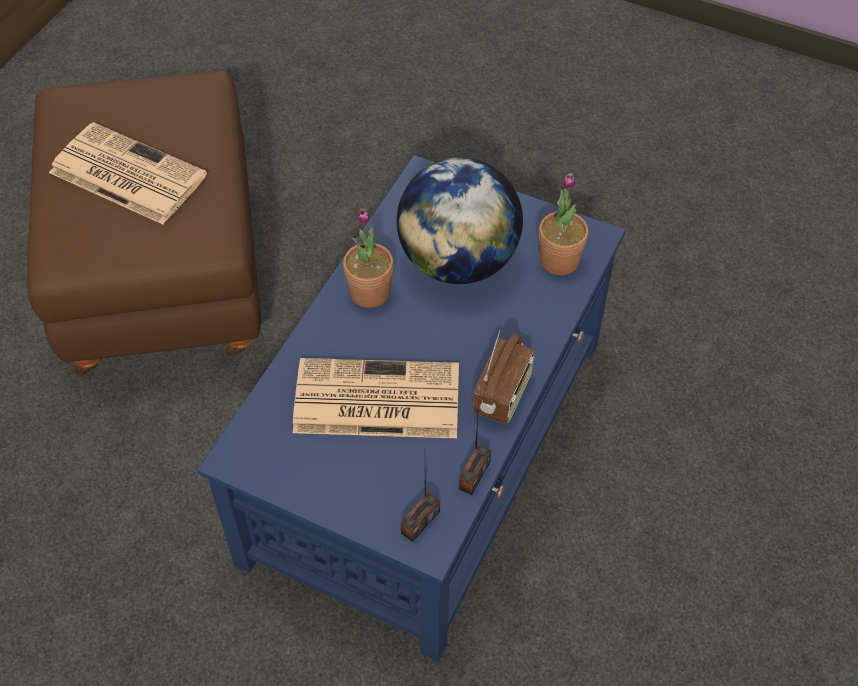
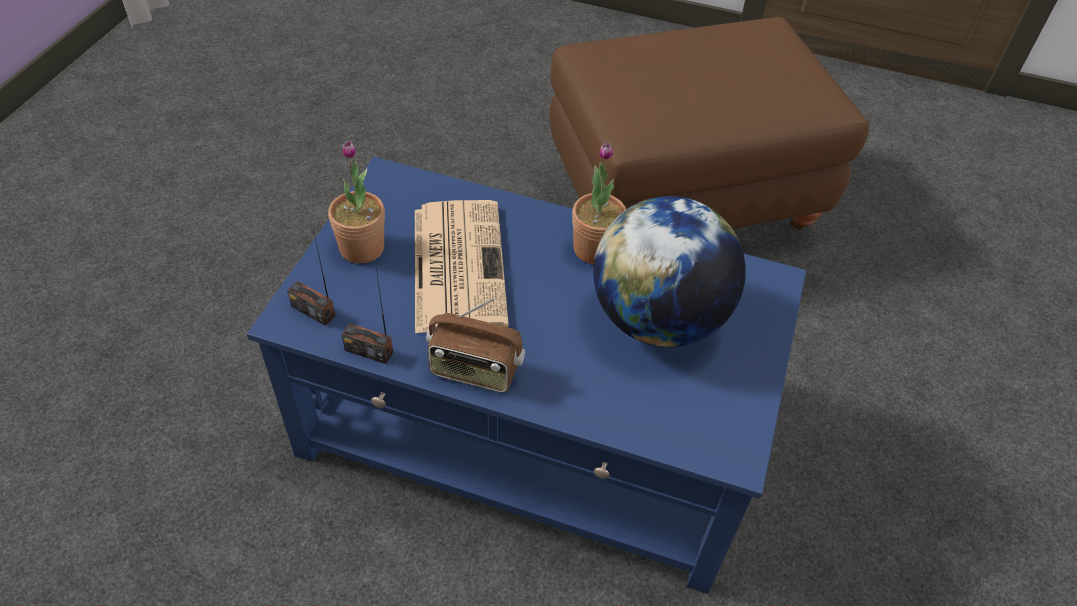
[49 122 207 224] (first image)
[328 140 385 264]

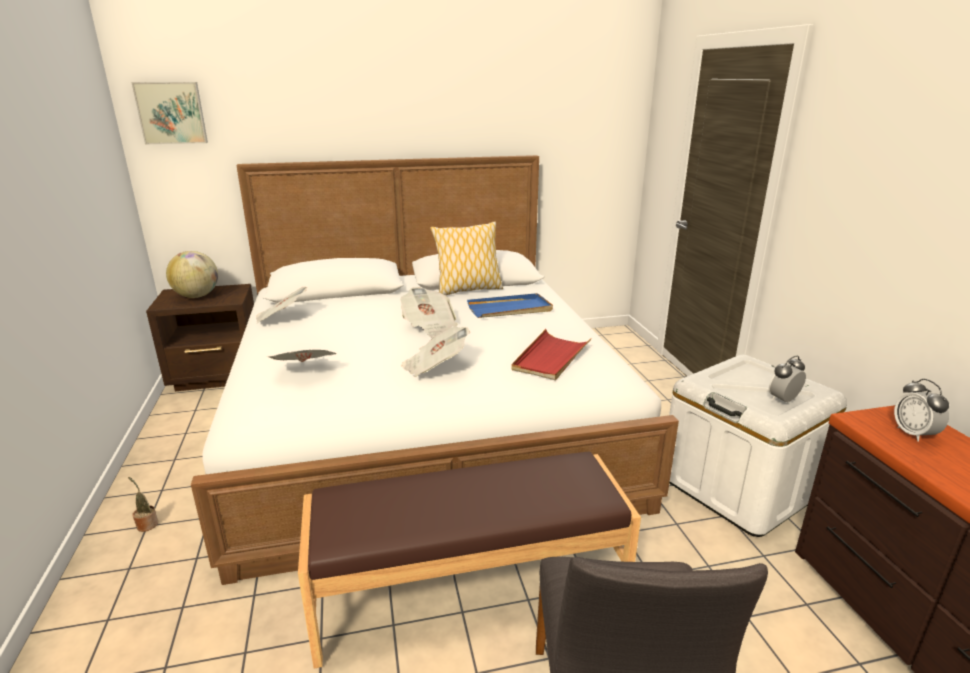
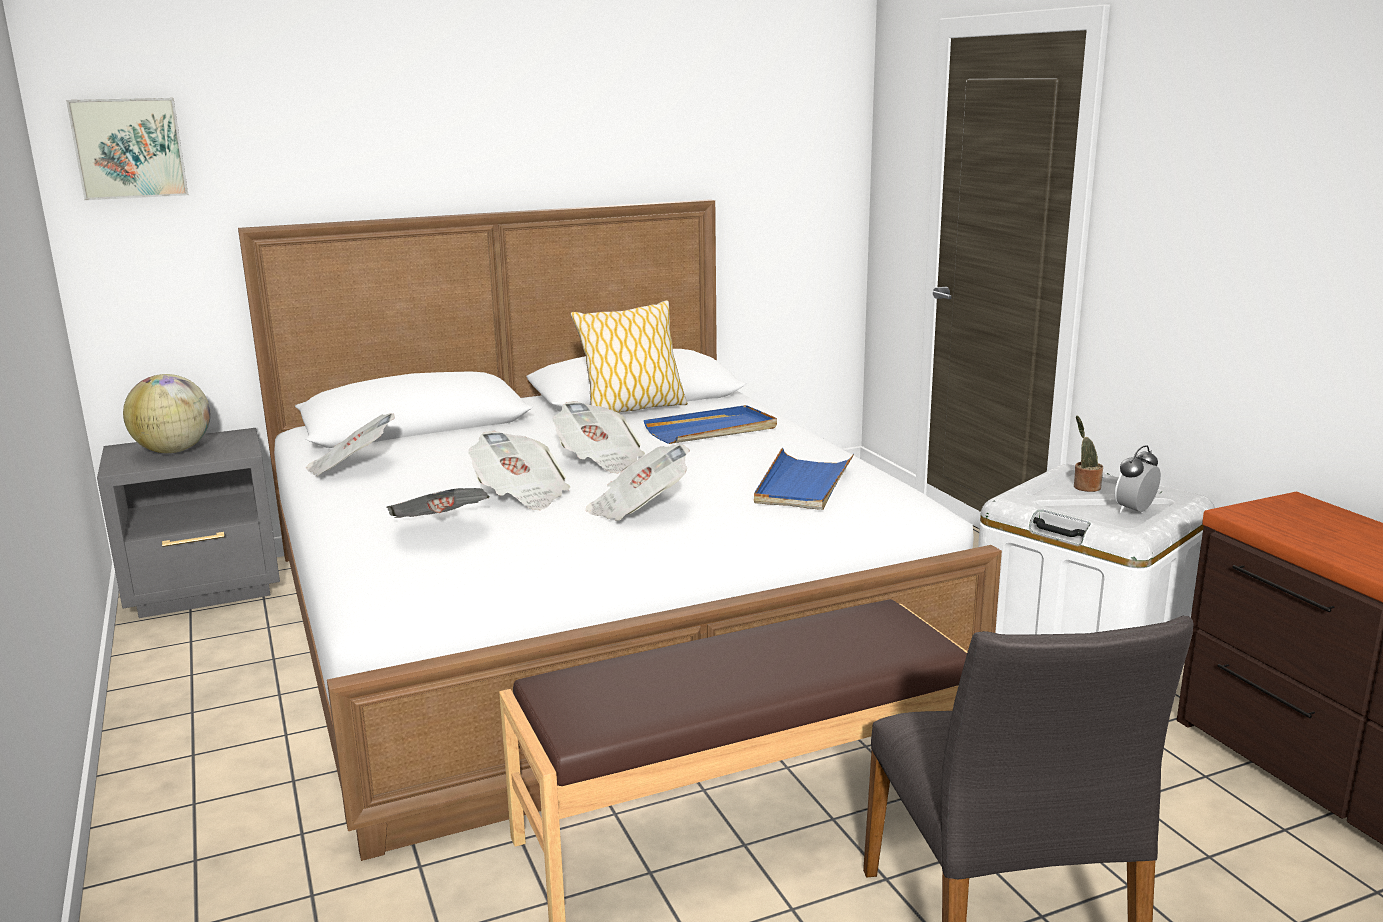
[894 379 949 442] (first image)
[468 431 570 510]
[1074 416 1103 492]
[97 428 280 618]
[754 448 854 510]

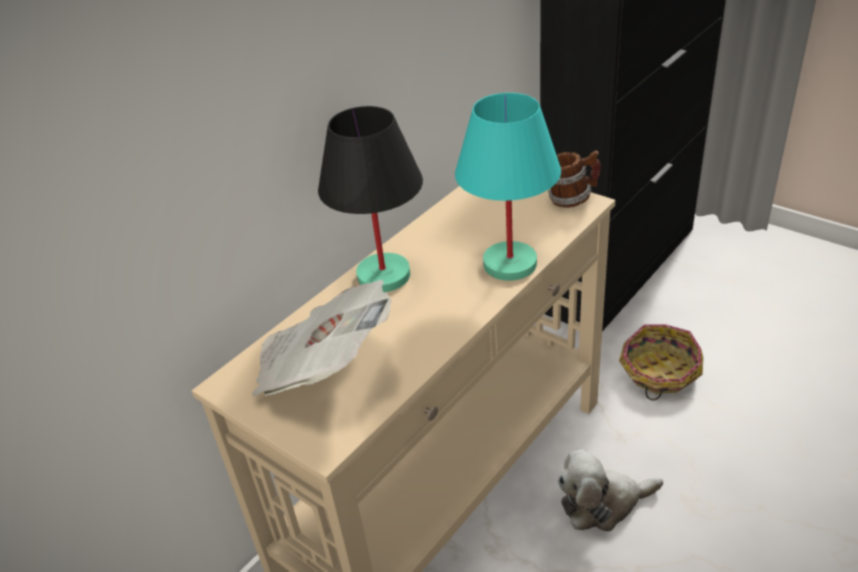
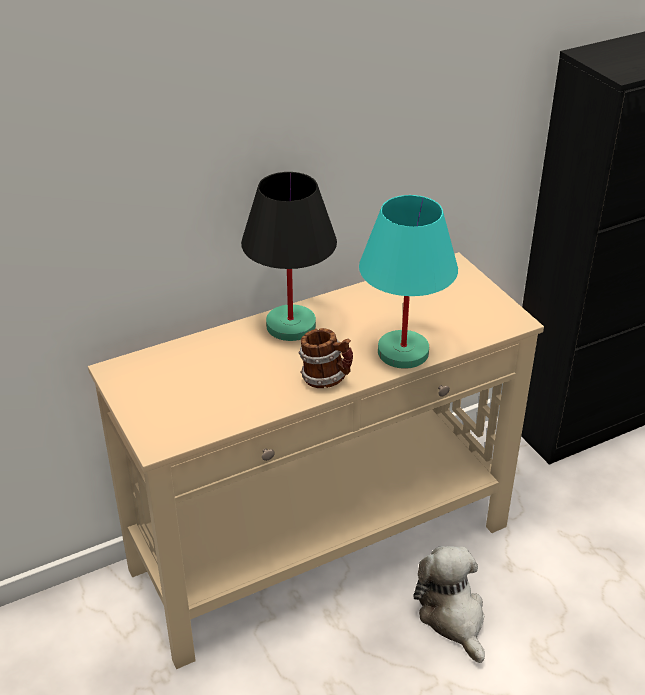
[252 280 392 397] (first image)
[619 324 703 400] (first image)
[299 328 353 388]
[413 546 485 663]

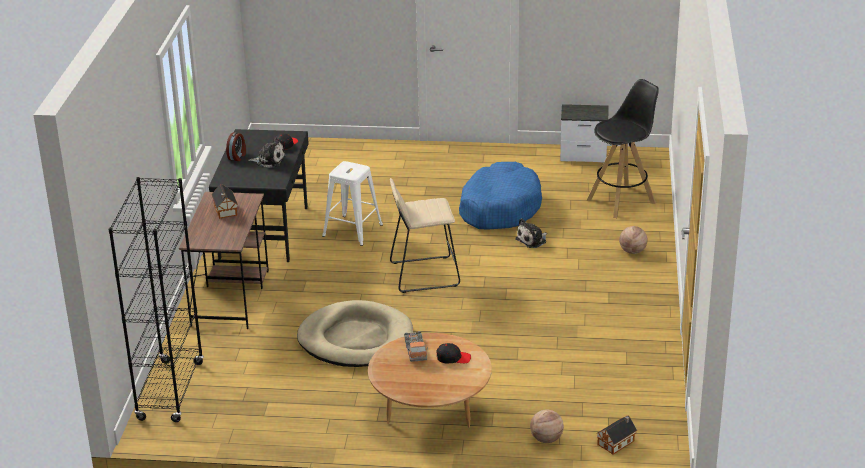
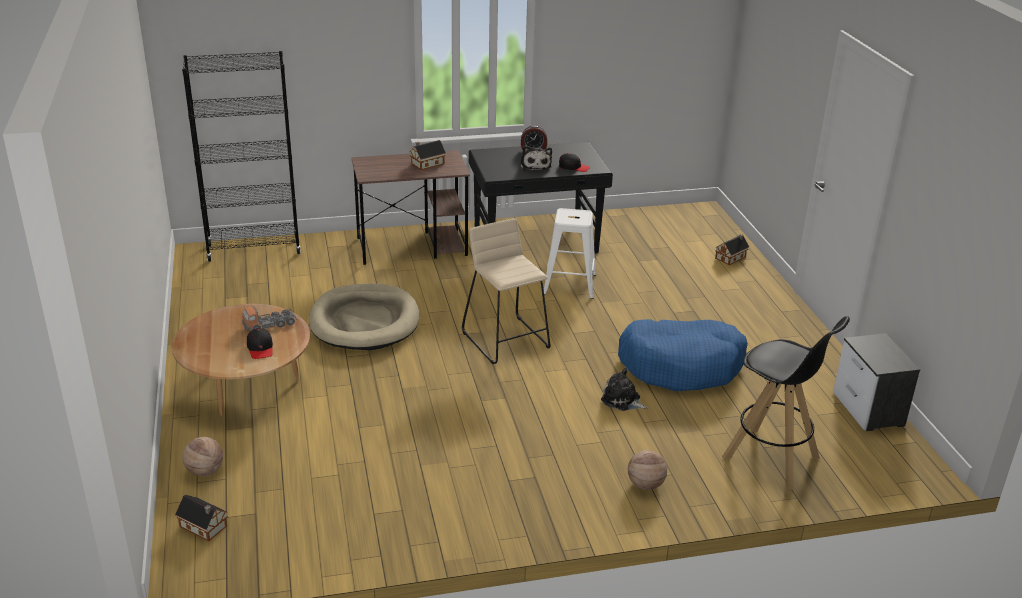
[715 234 749 265]

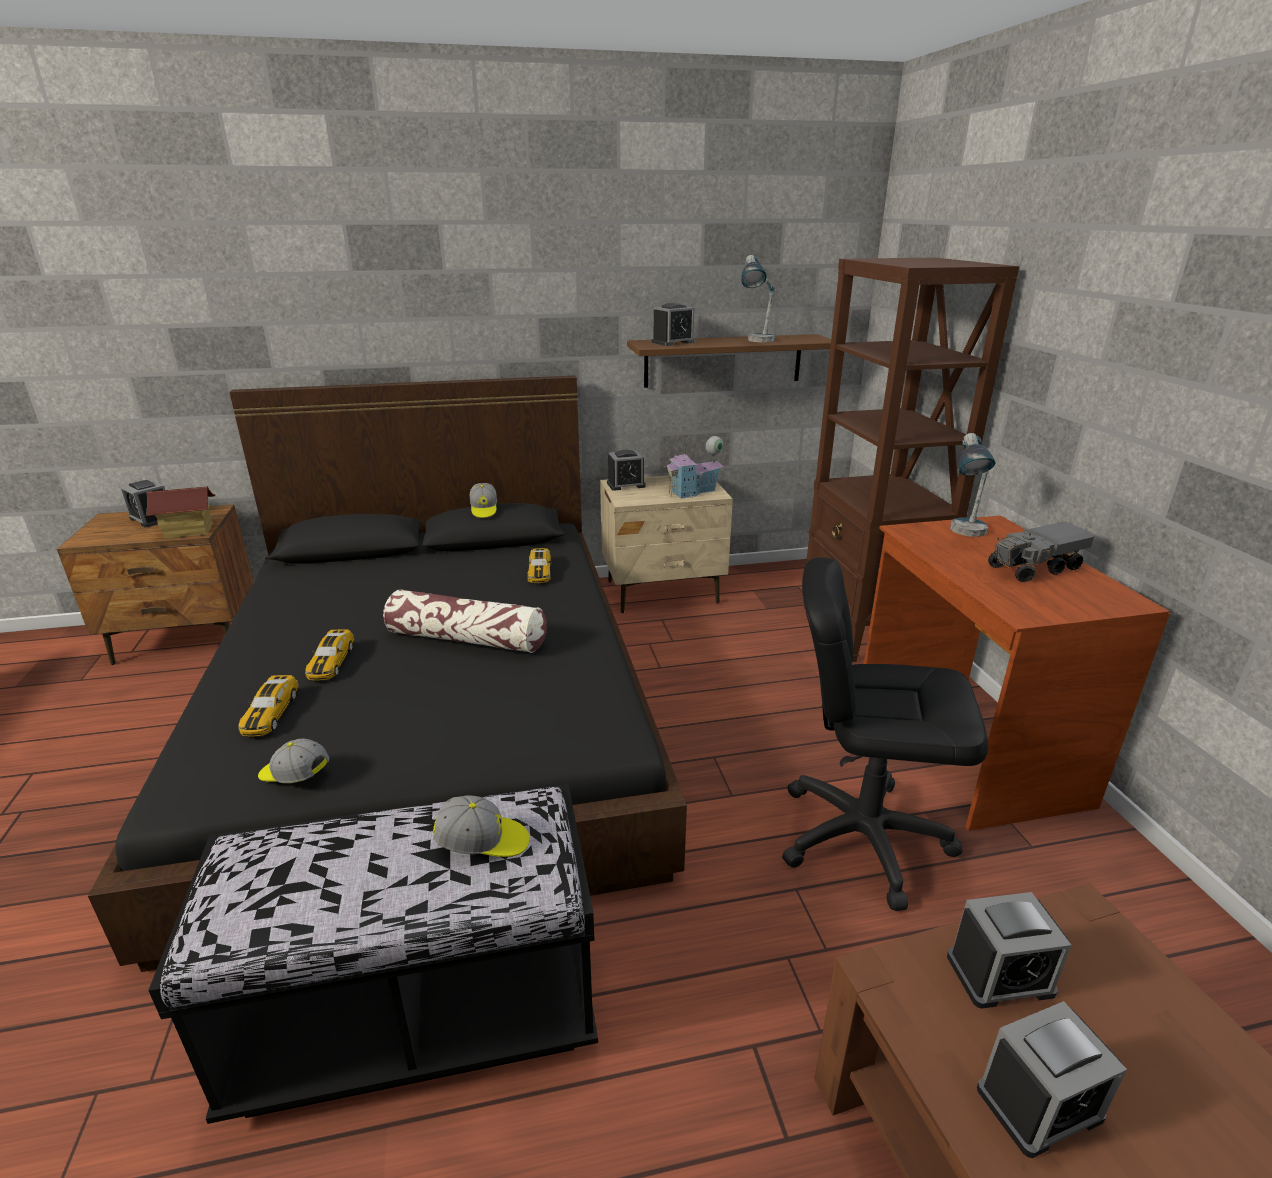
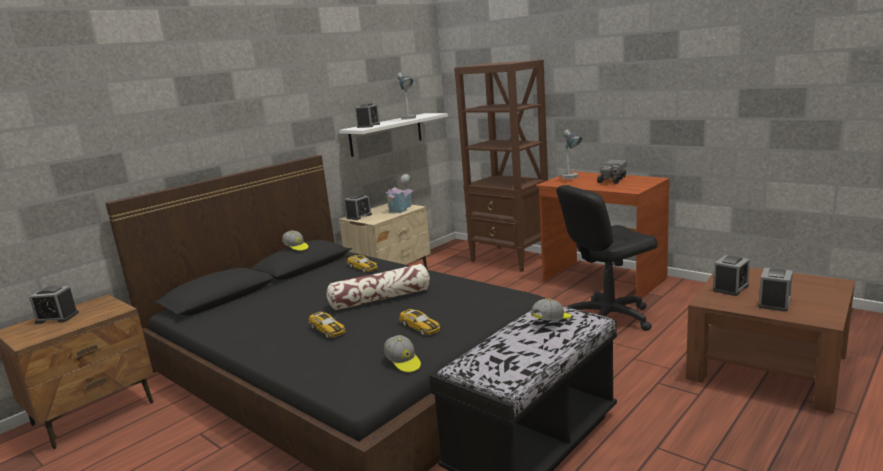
[146 487 215 539] (first image)
[399 309 440 336]
[339 113 448 157]
[384 335 421 372]

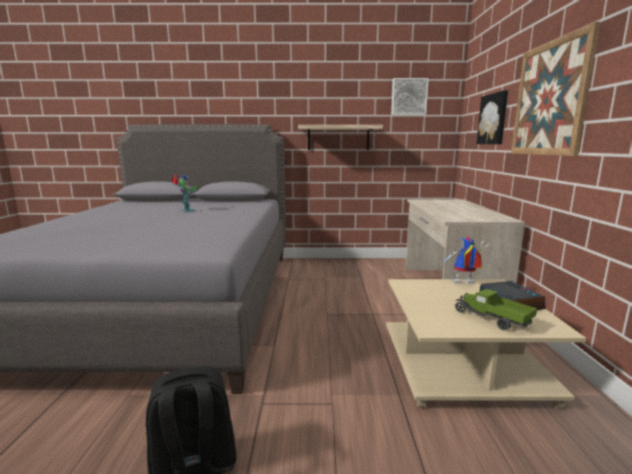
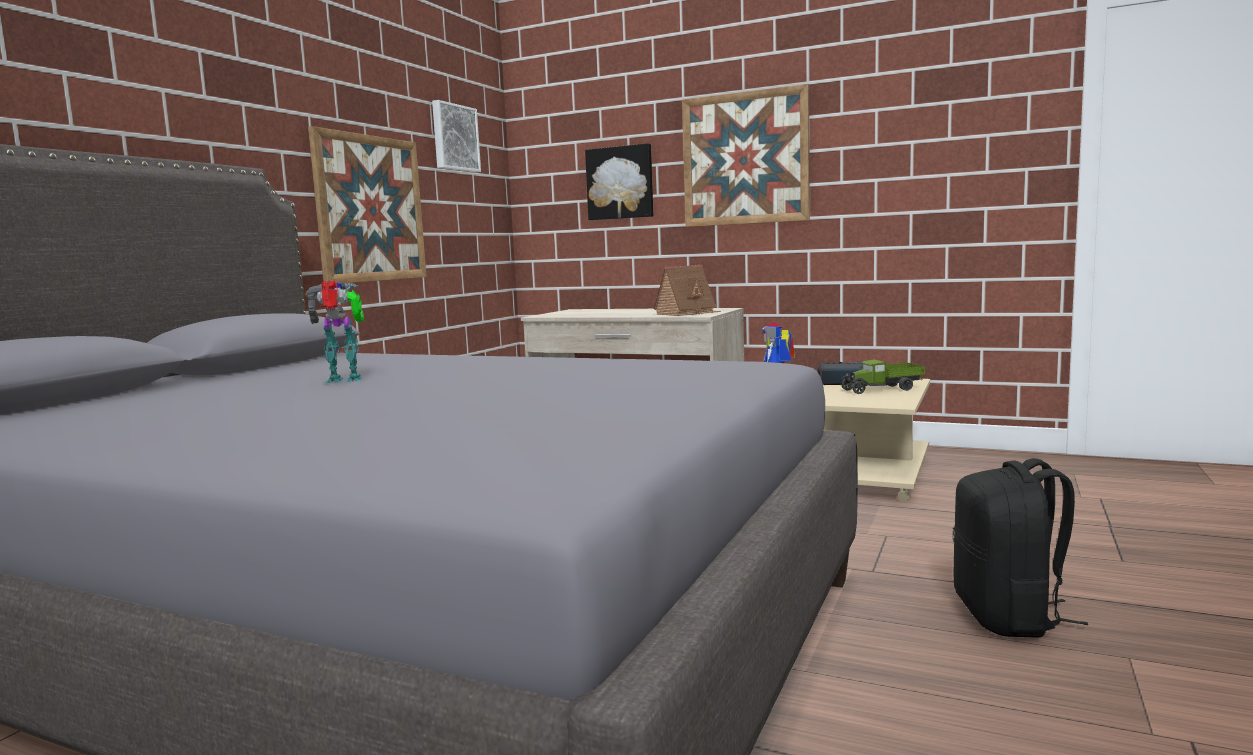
[654 265 721 316]
[308 126 427 283]

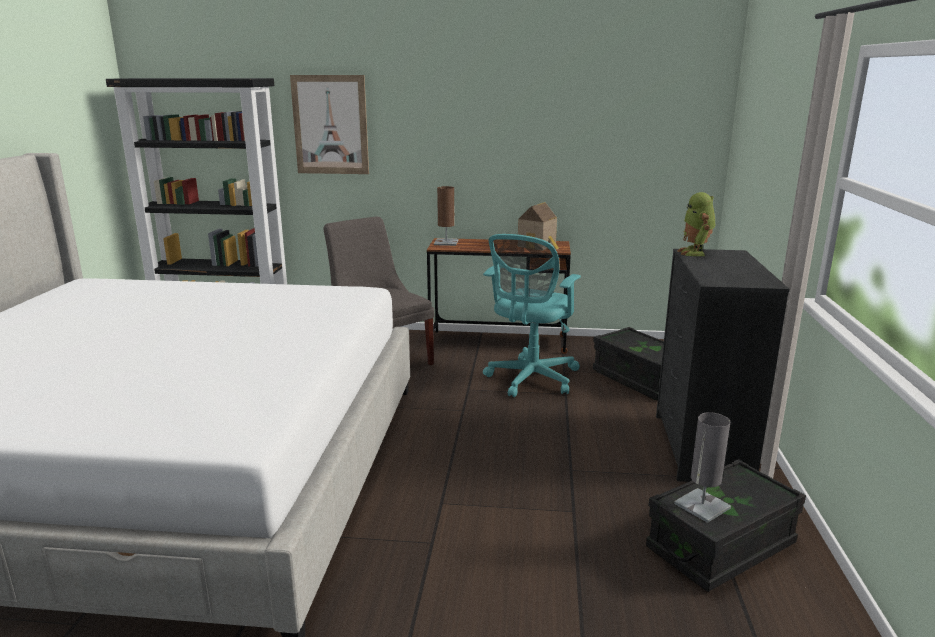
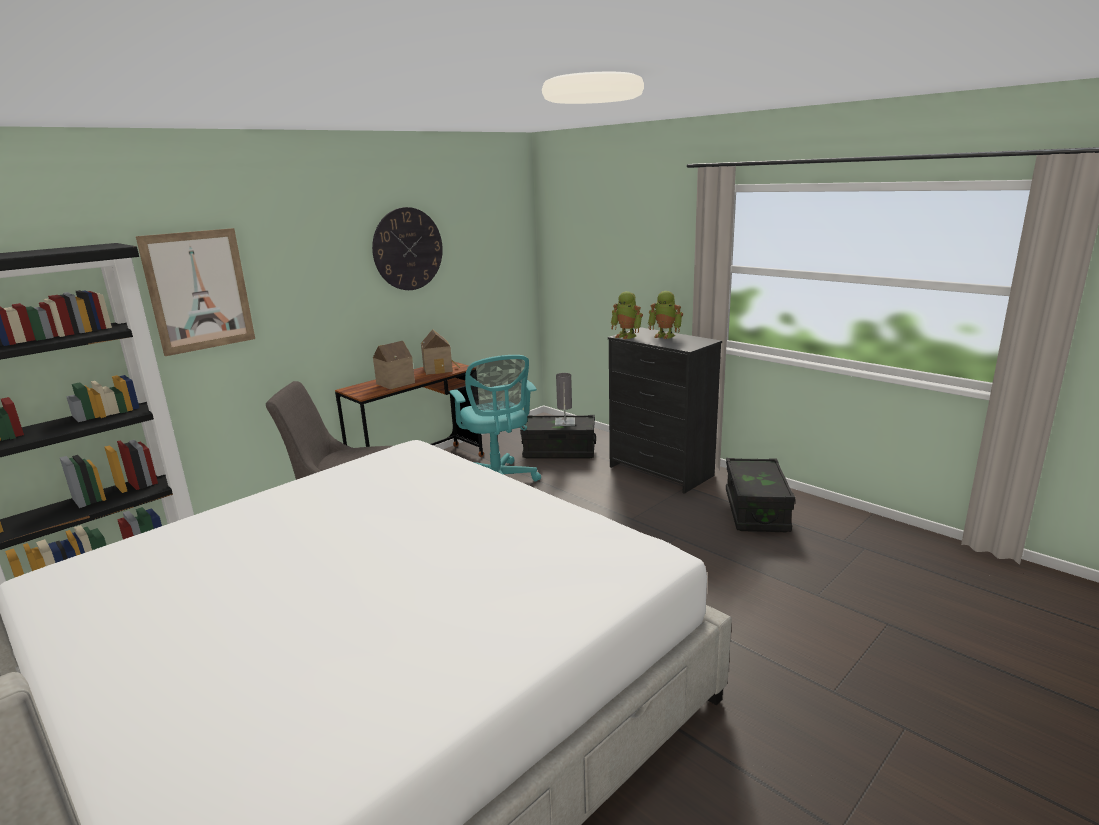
[434 186 459 246] (first image)
[372 207 443 290]
[373 341 415 390]
[648 291 683 339]
[555 373 575 426]

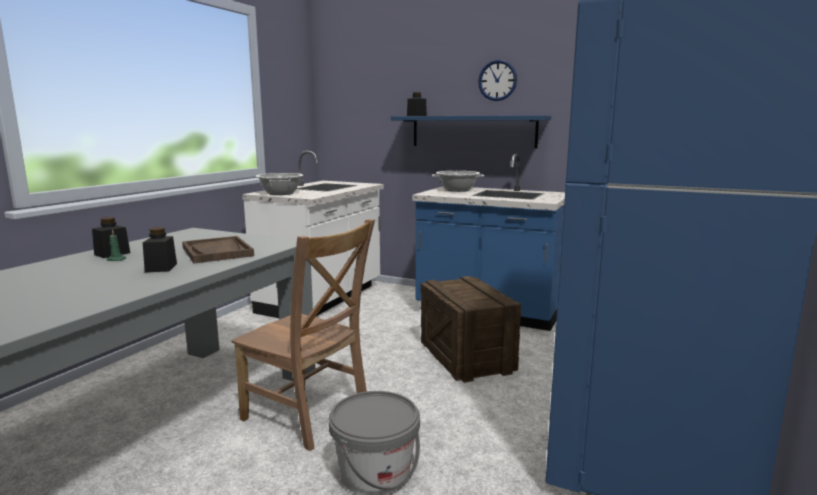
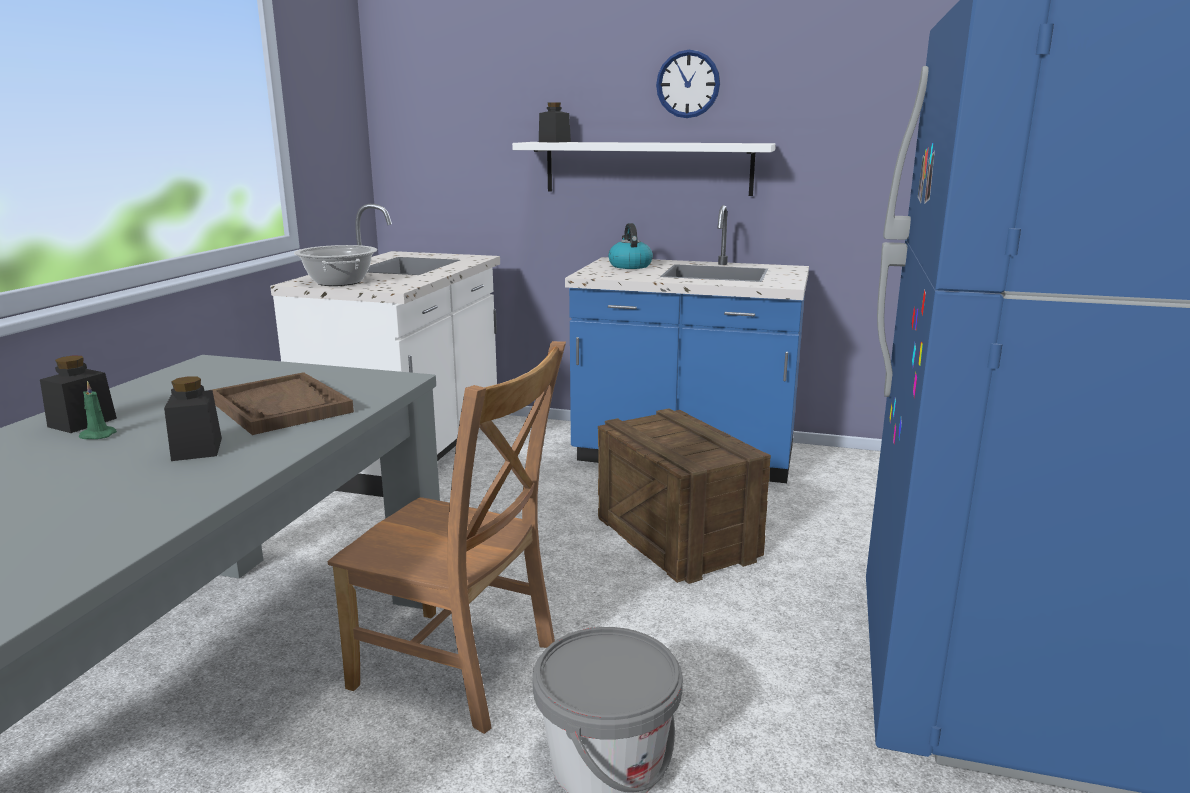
[608 223 653 269]
[512 142 776 196]

